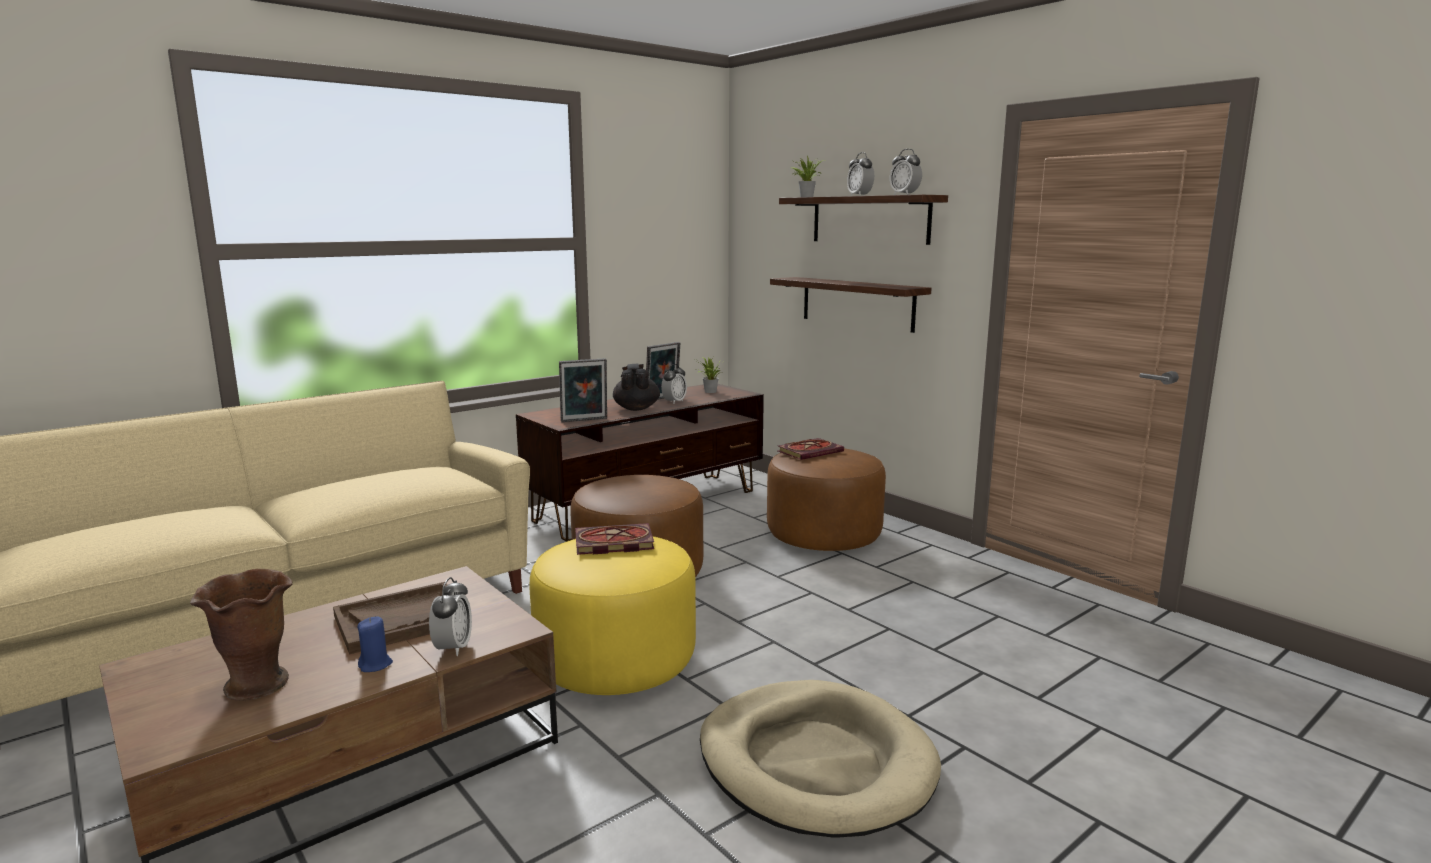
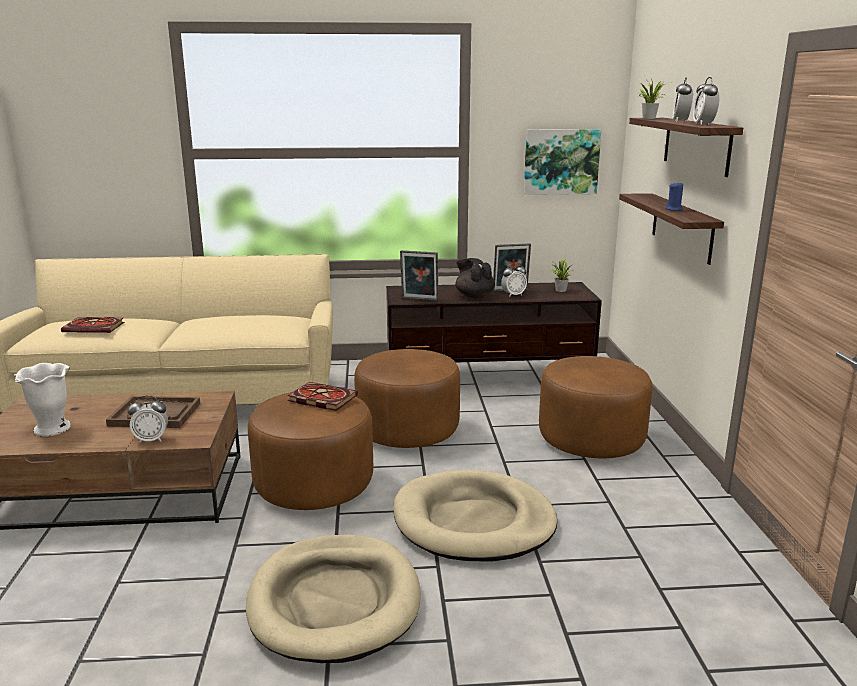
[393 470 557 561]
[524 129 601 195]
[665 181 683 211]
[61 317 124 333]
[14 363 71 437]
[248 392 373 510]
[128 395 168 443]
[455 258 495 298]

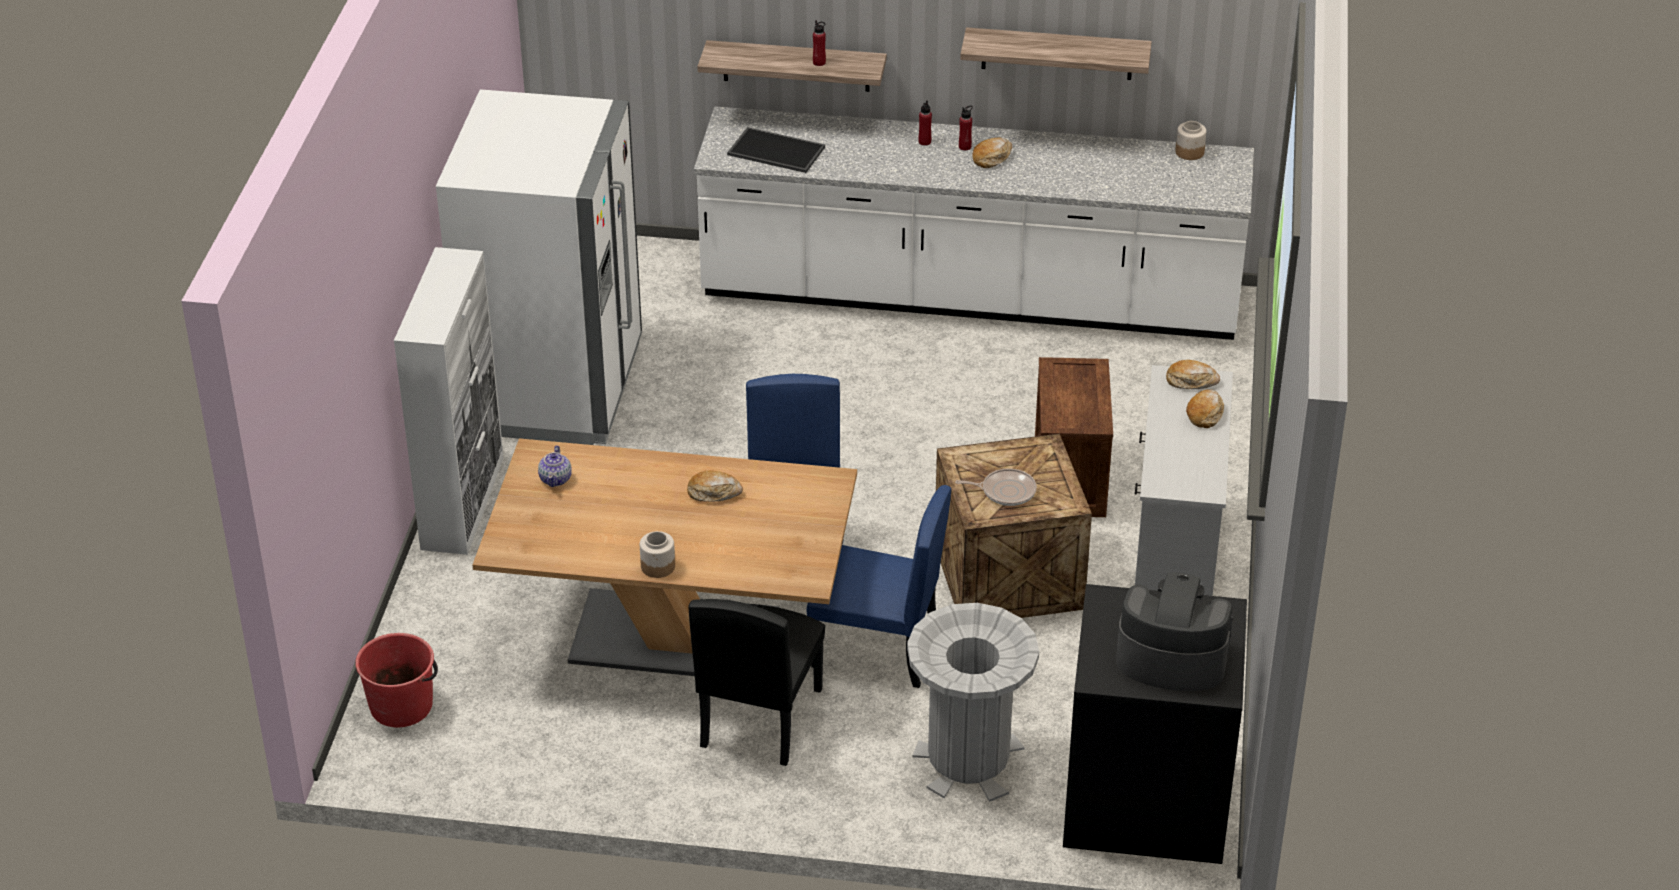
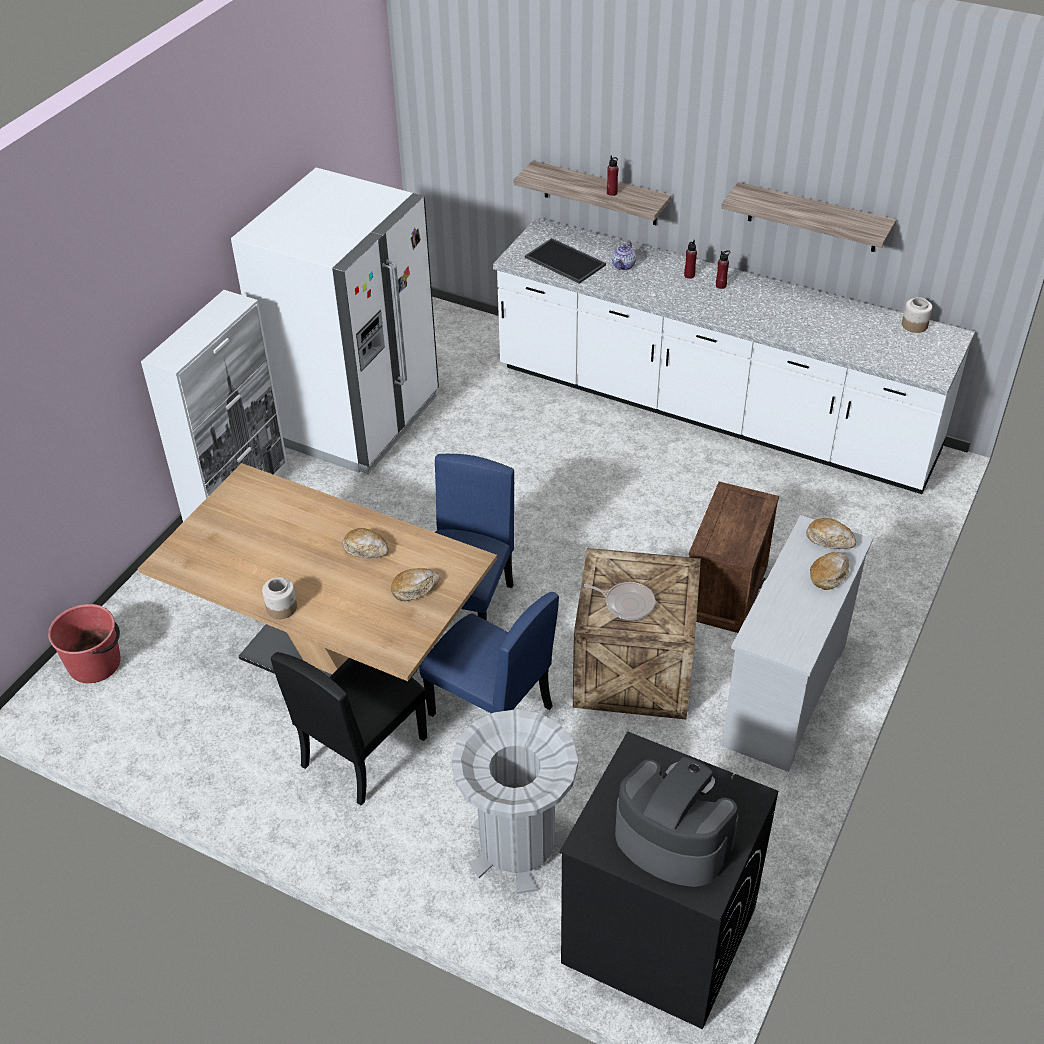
[612 241 636 270]
[391 568 440 601]

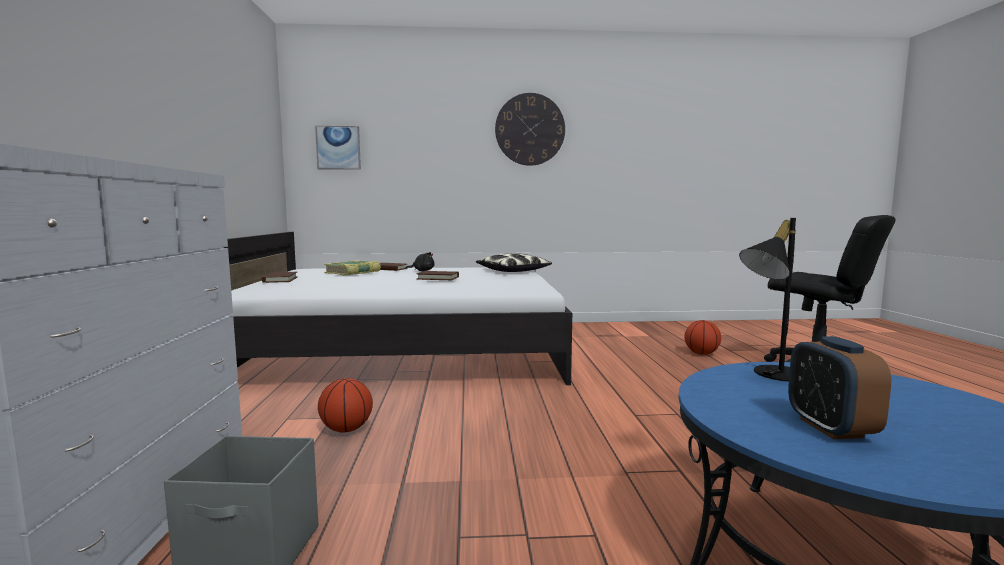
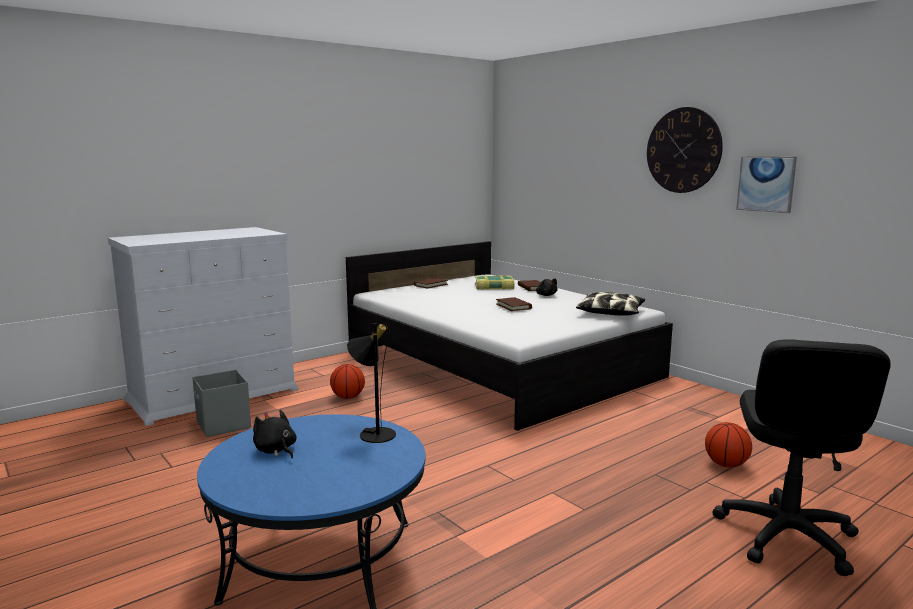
[736 156 797 213]
[253 410 296 459]

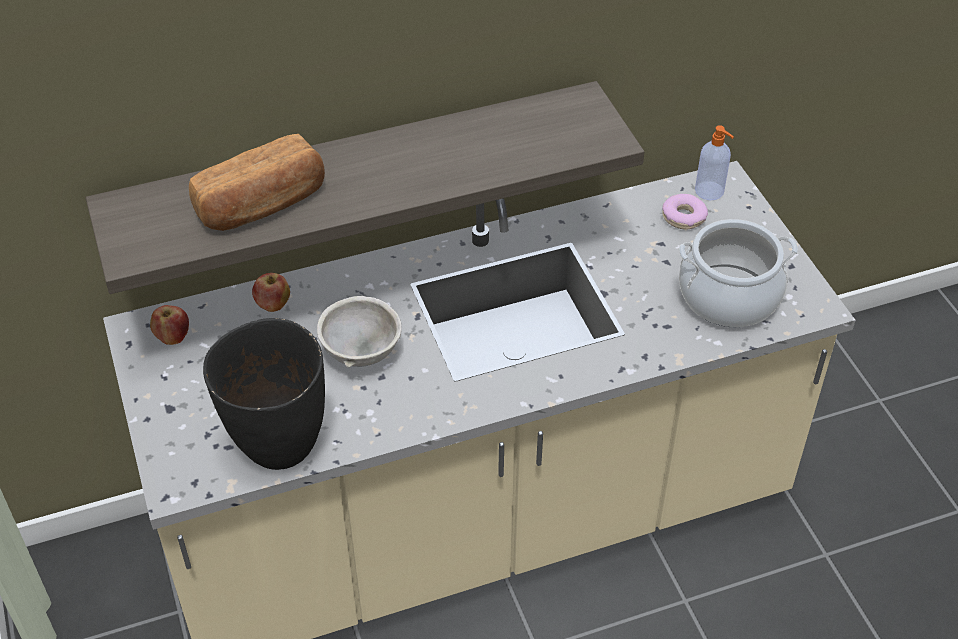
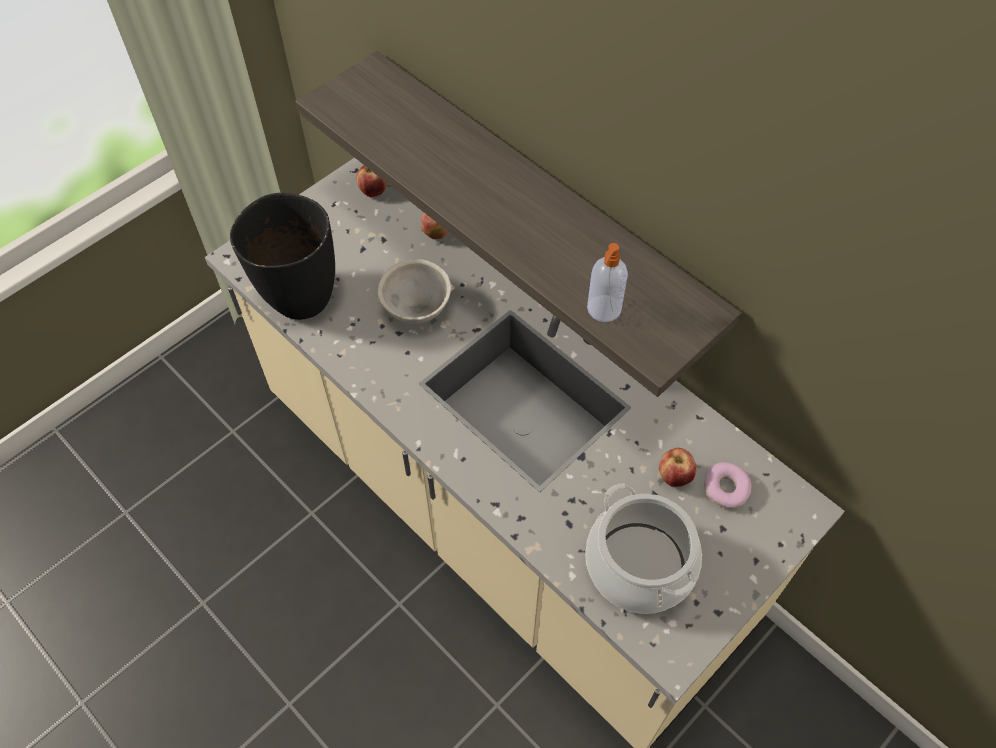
[189 134 325 231] (first image)
[659 448 697 487]
[587 243 628 322]

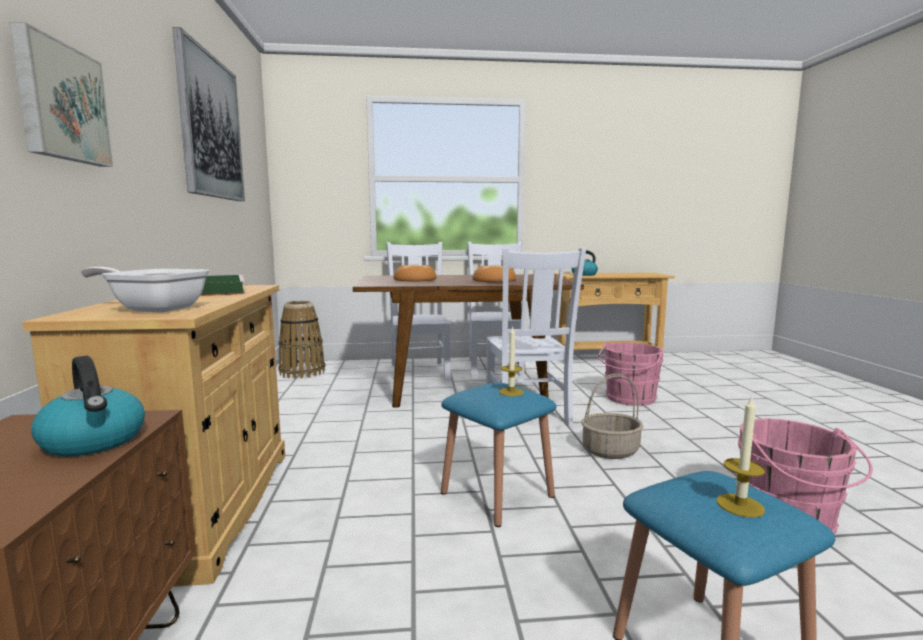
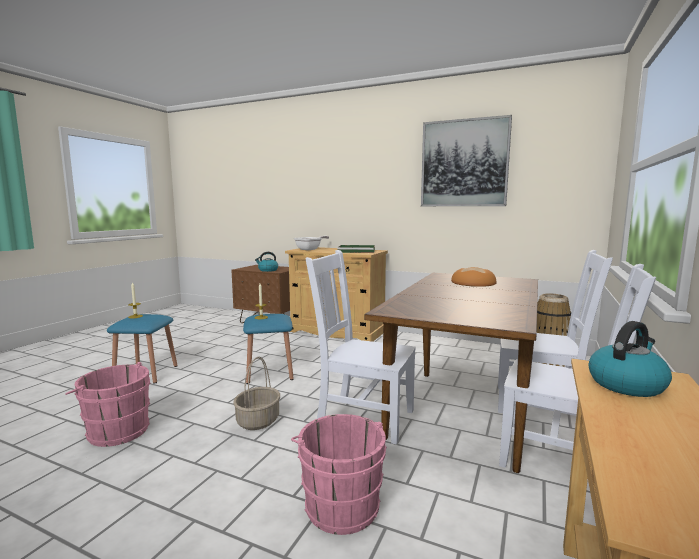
[9 22 113 167] (first image)
[473 265 516 282] (first image)

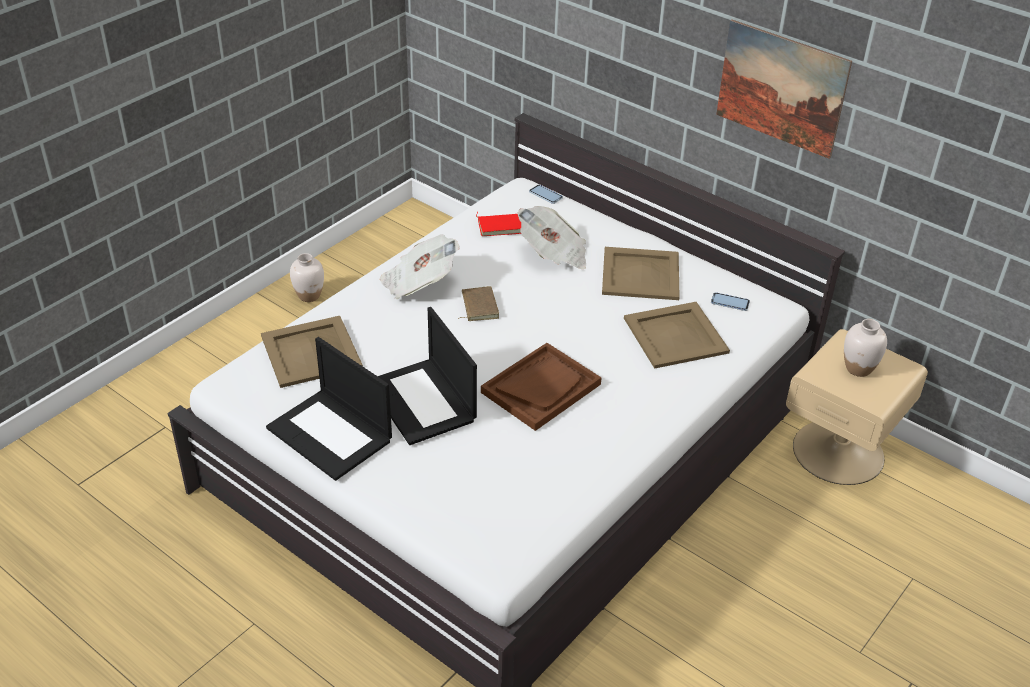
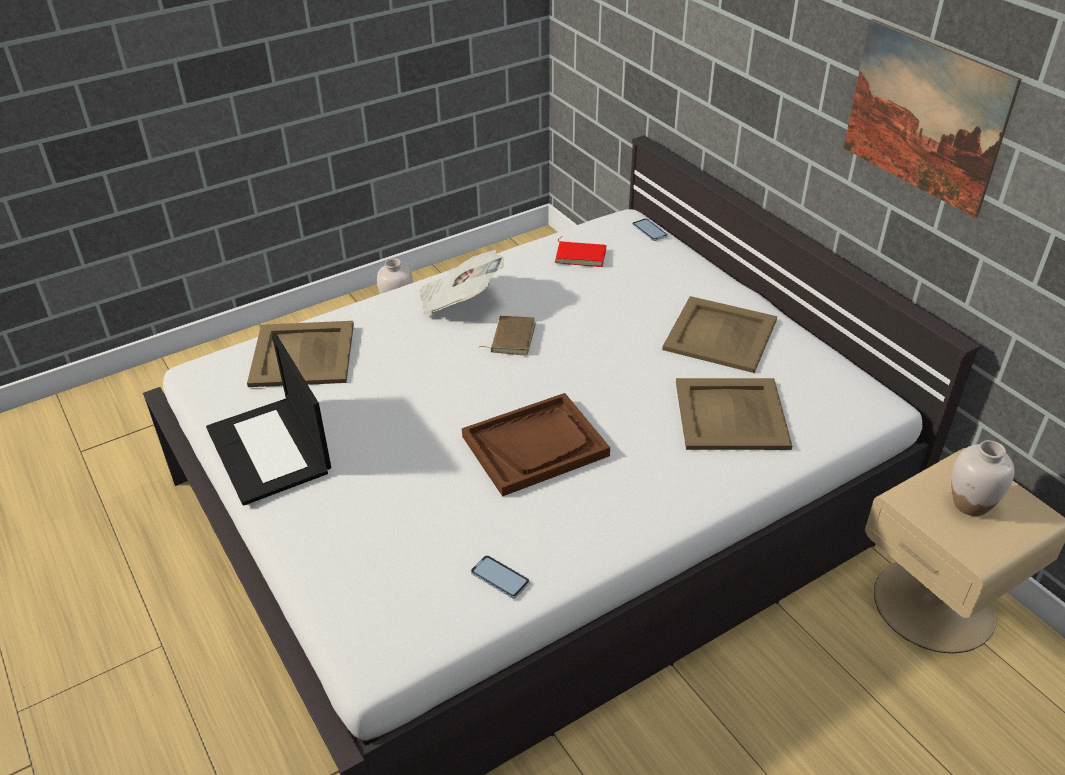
[378 307 477 445] (first image)
[518 206 586 269] (first image)
[471 555 530 599]

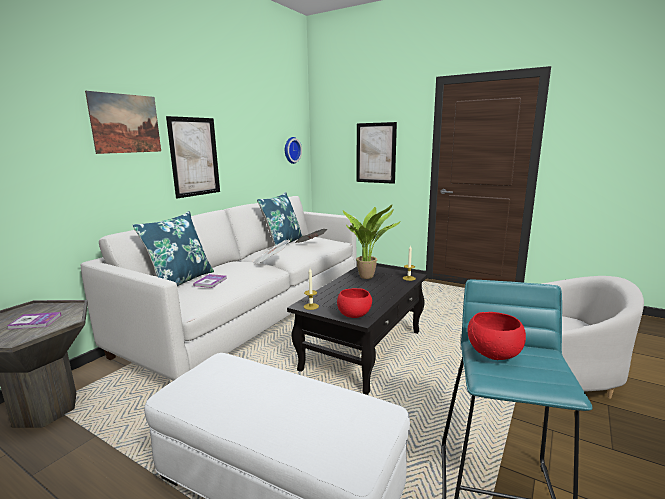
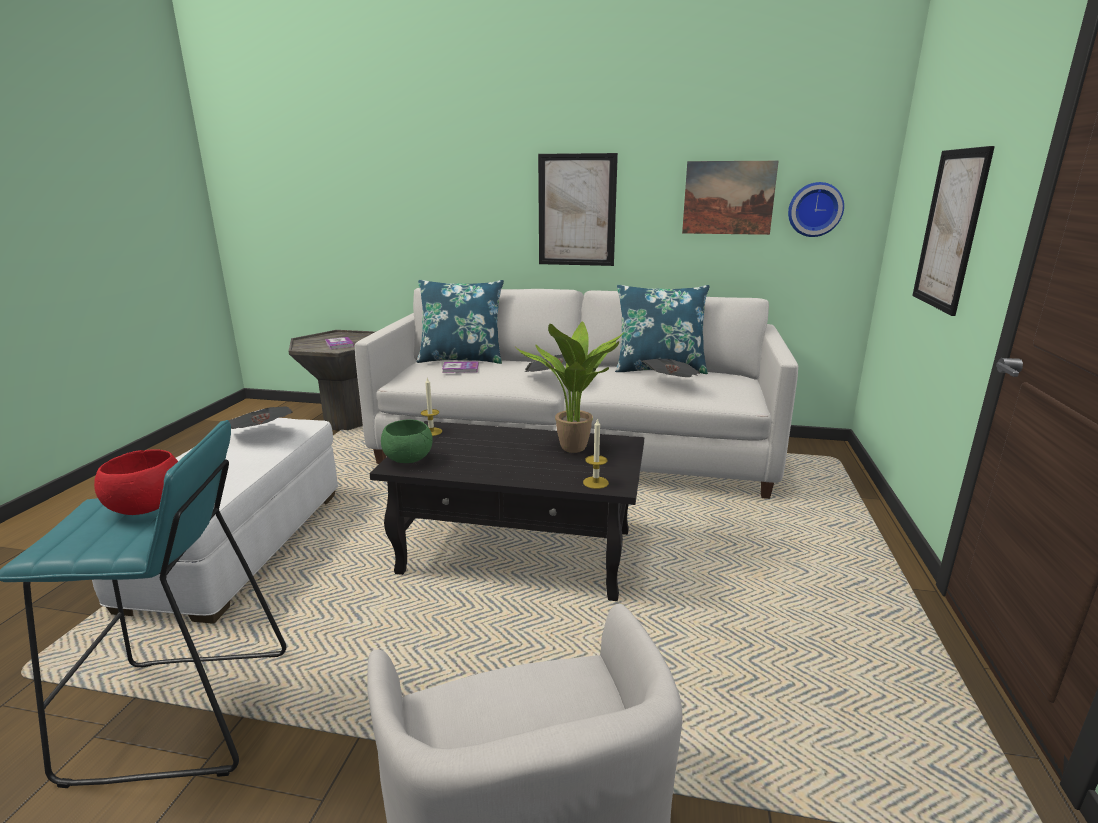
[229 407 293 429]
[682 161 779 235]
[381 420 433 463]

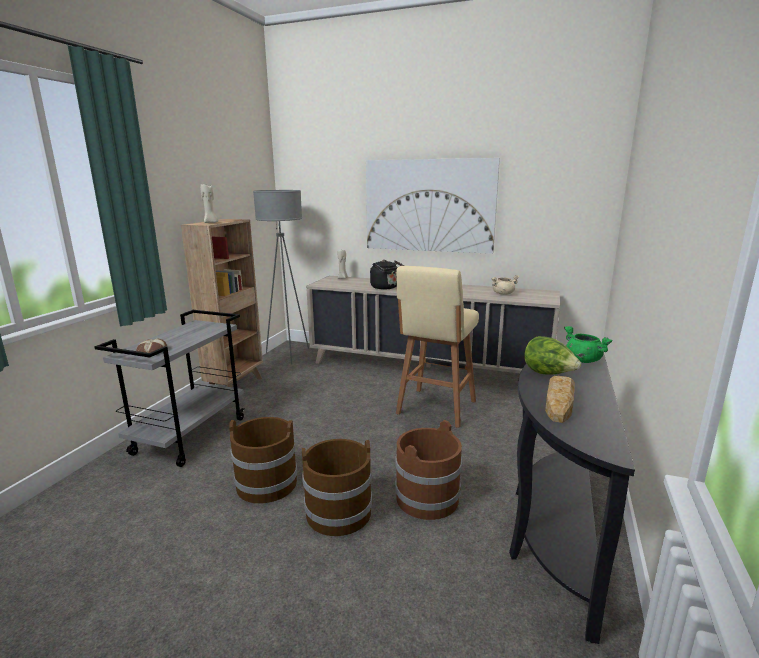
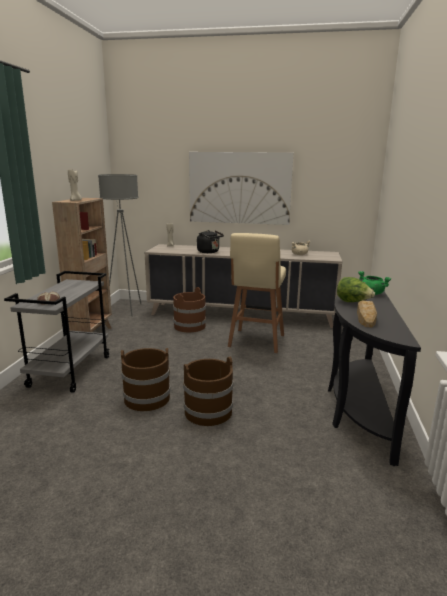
[173 287 206 332]

